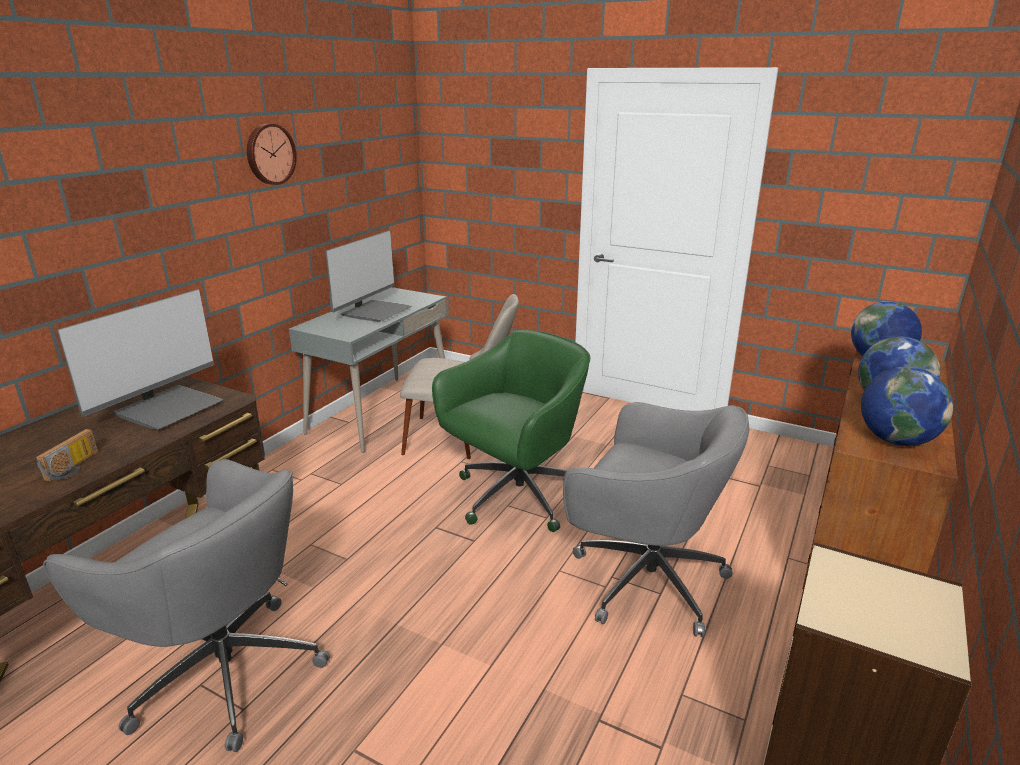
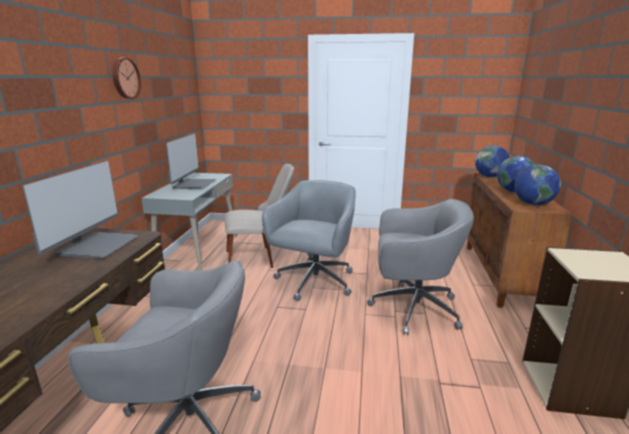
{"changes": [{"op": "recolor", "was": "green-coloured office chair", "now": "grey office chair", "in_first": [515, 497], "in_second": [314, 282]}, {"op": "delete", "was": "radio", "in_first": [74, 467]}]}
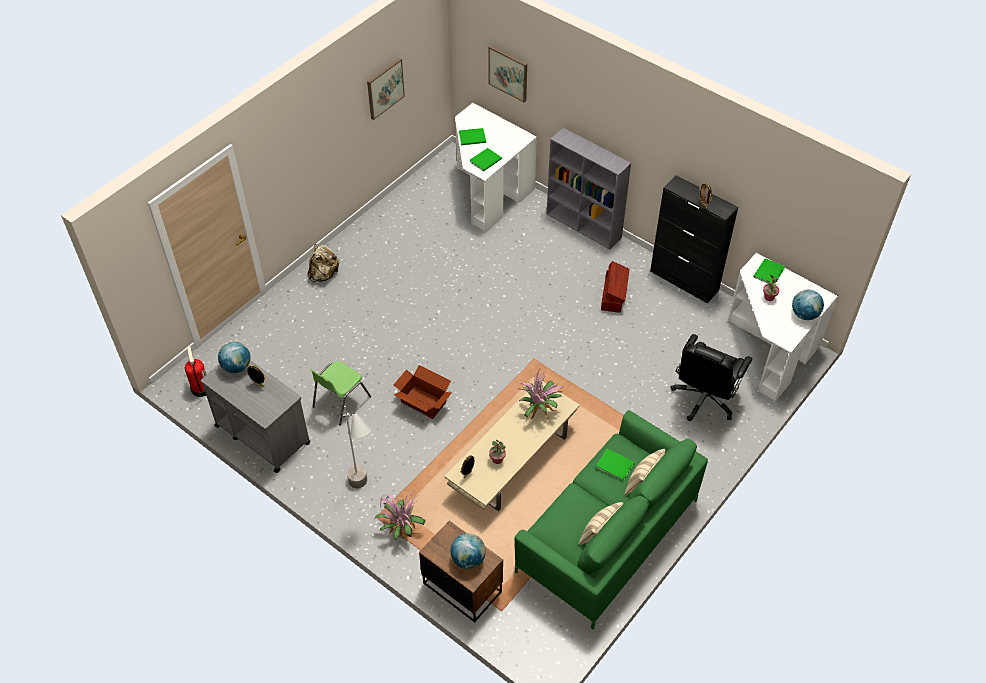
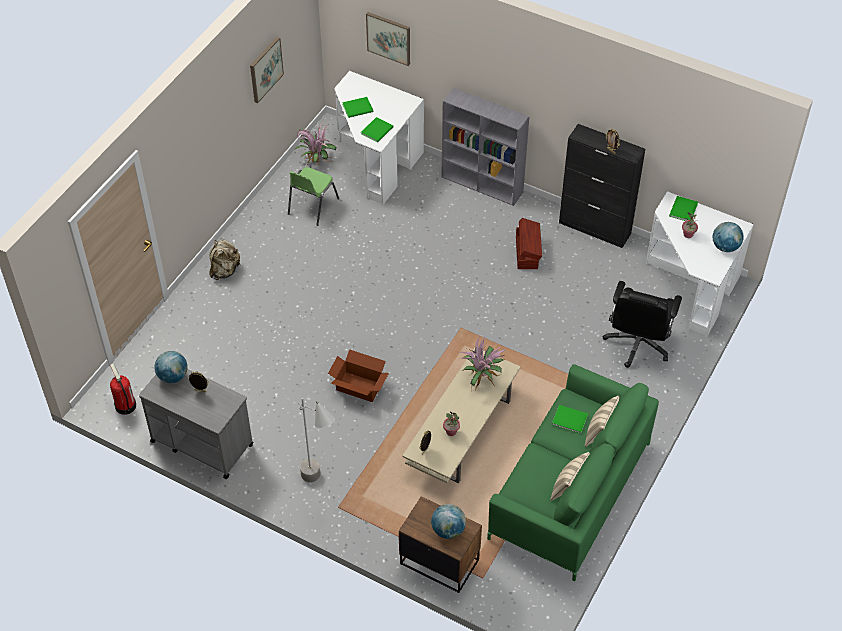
{"changes": [{"op": "move", "was": "green-coloured chair", "in_first": [340, 402], "in_second": [312, 207]}, {"op": "move", "was": "potted plant", "in_first": [400, 529], "in_second": [316, 161]}]}
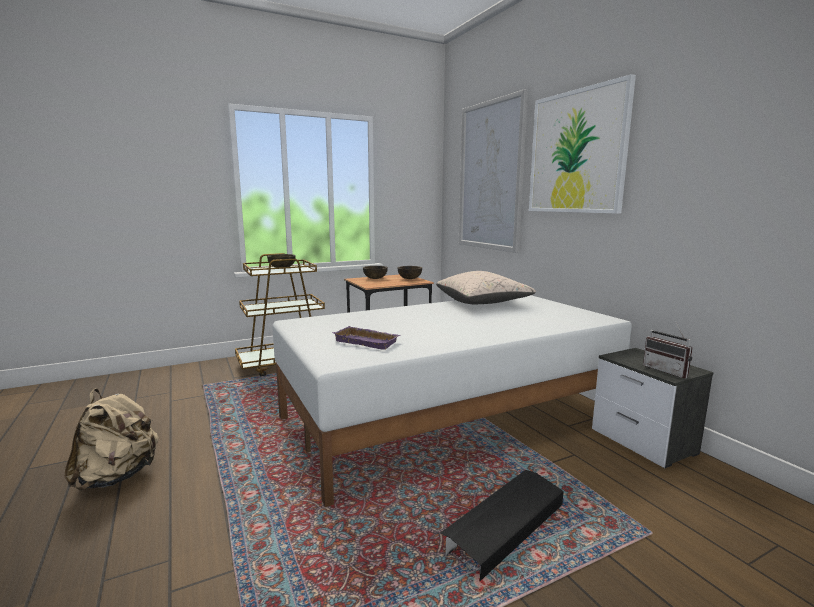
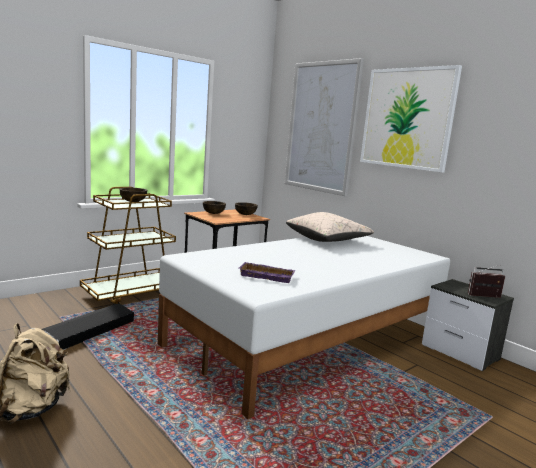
{"changes": [{"op": "move", "was": "blackish storage box", "in_first": [504, 528], "in_second": [89, 331]}, {"op": "rotate", "was": "radio", "in_first": [668, 371], "in_second": [485, 297], "clockwise": 135}]}
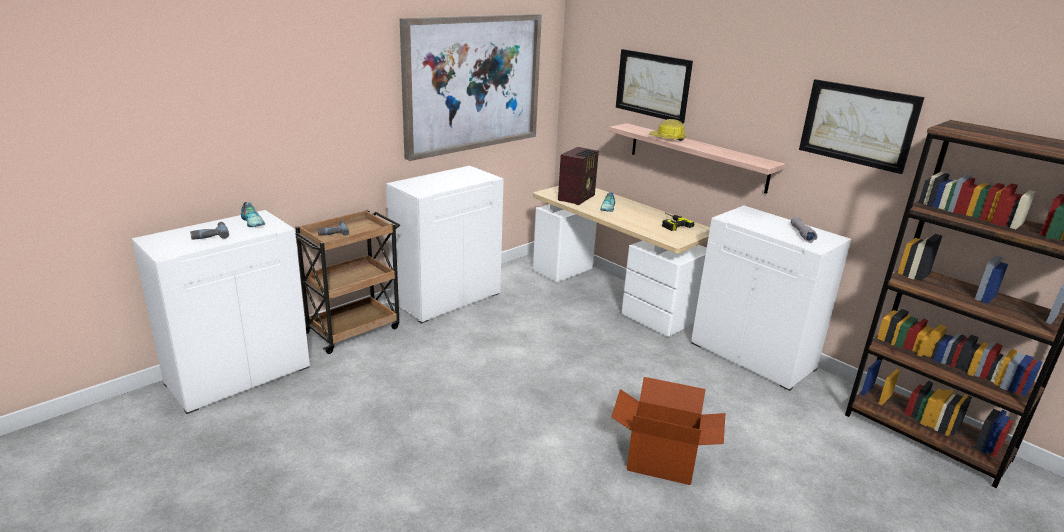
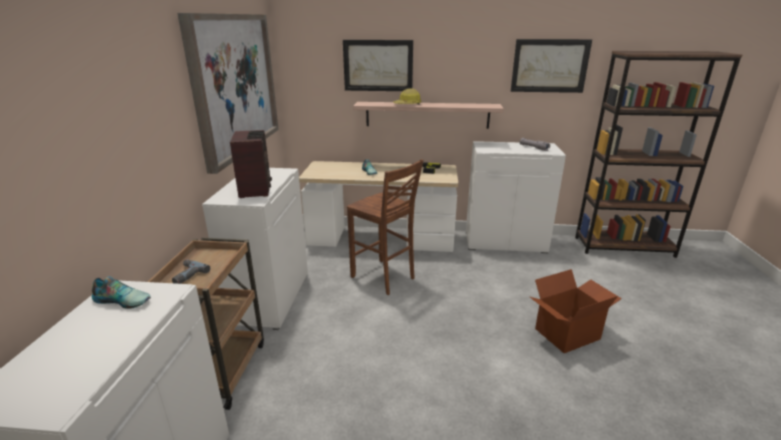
{"changes": [{"op": "move", "was": "radio", "in_first": [577, 198], "in_second": [256, 189]}, {"op": "insert", "now": "brown sitting stool", "in_second": [384, 278]}, {"op": "delete", "was": "power drill", "in_first": [210, 235]}]}
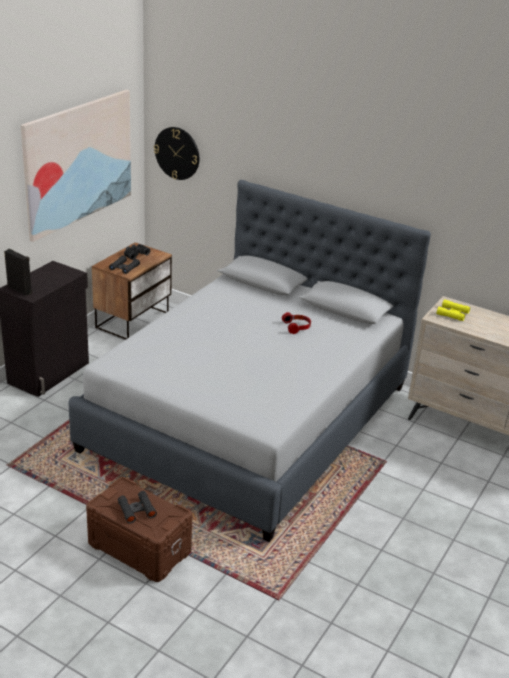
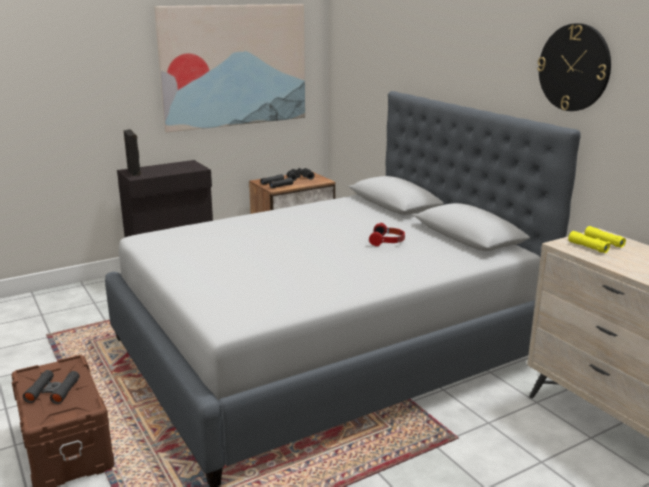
{"changes": [{"op": "move", "was": "hanging clock", "in_first": [177, 153], "in_second": [574, 67]}]}
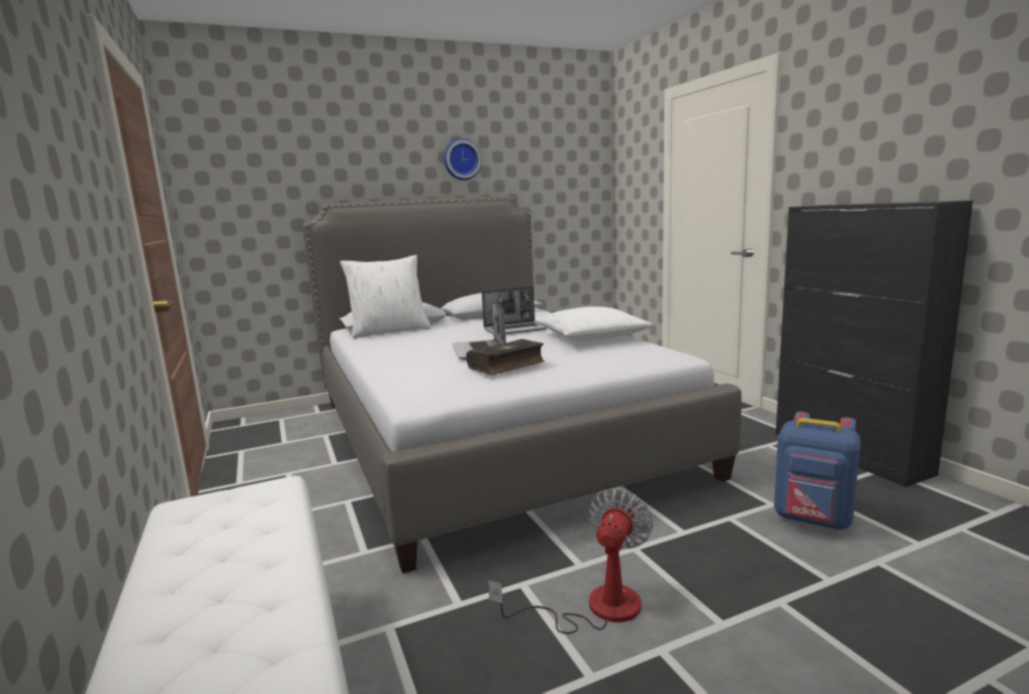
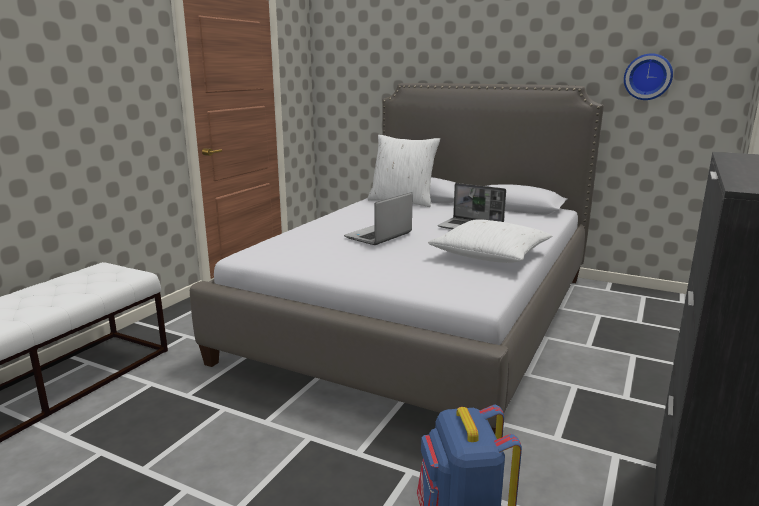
{"changes": [{"op": "move", "was": "hanging clock", "in_first": [461, 159], "in_second": [648, 77]}, {"op": "delete", "was": "book", "in_first": [507, 365]}, {"op": "delete", "was": "electric fan", "in_first": [595, 608]}]}
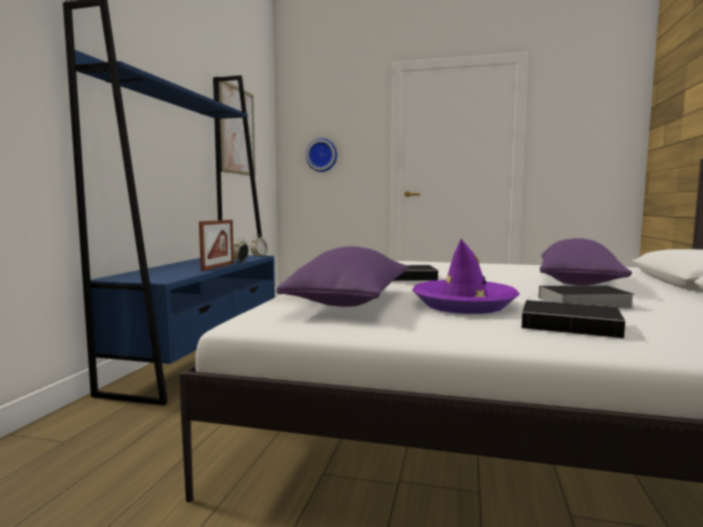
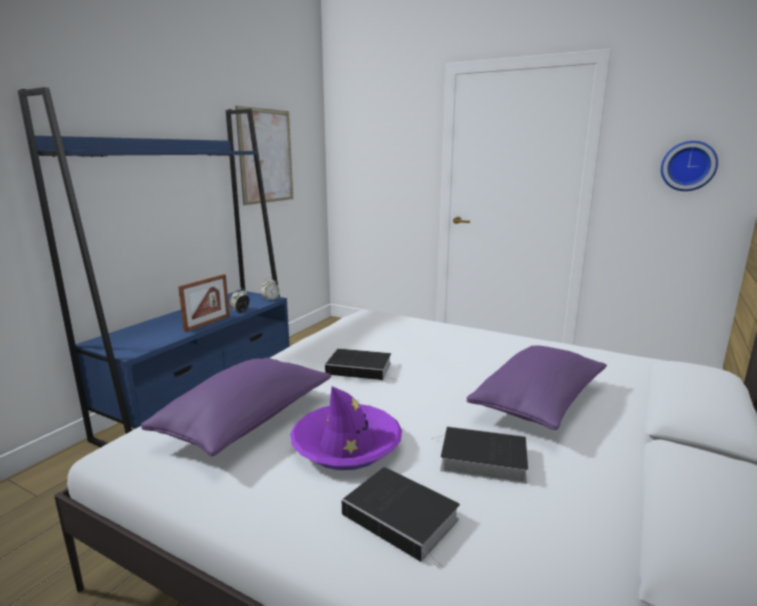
{"changes": [{"op": "move", "was": "hanging clock", "in_first": [322, 155], "in_second": [688, 166]}]}
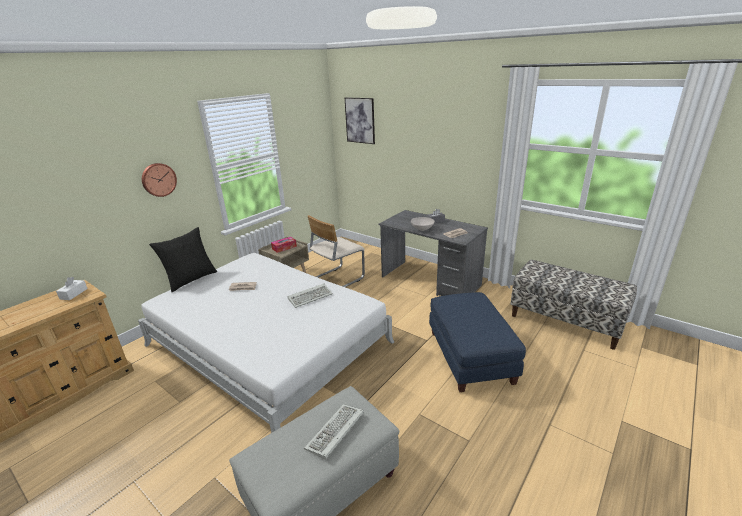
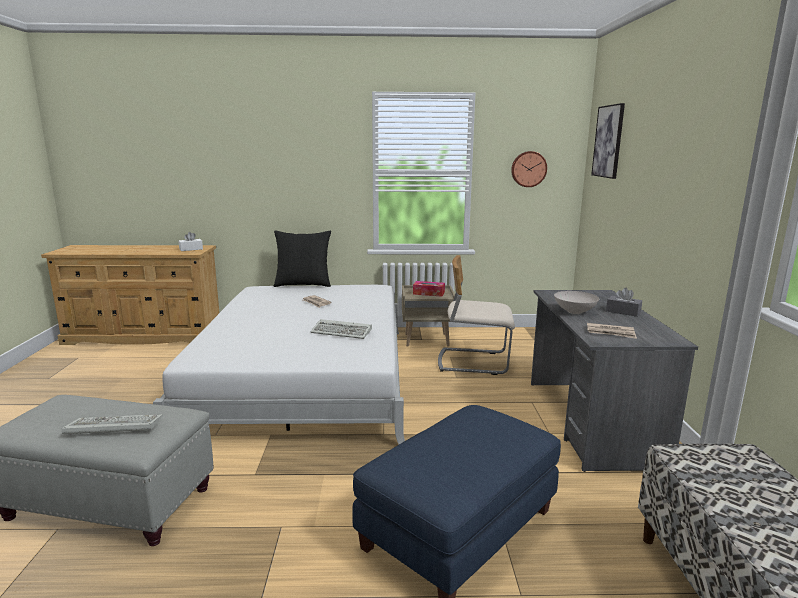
{"changes": [{"op": "move", "was": "hanging clock", "in_first": [158, 179], "in_second": [528, 169]}]}
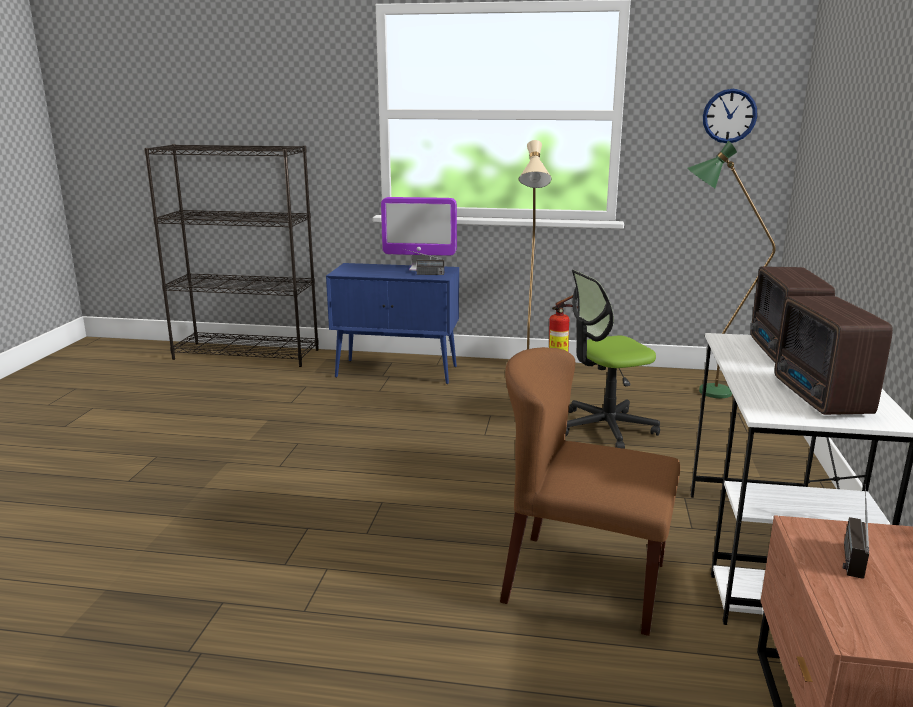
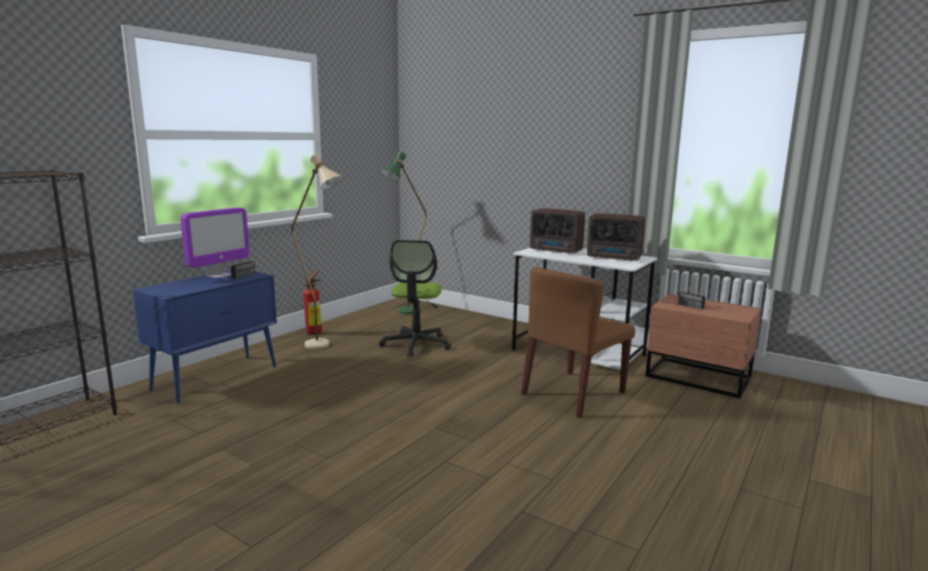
{"changes": [{"op": "delete", "was": "hanging clock", "in_first": [729, 116]}]}
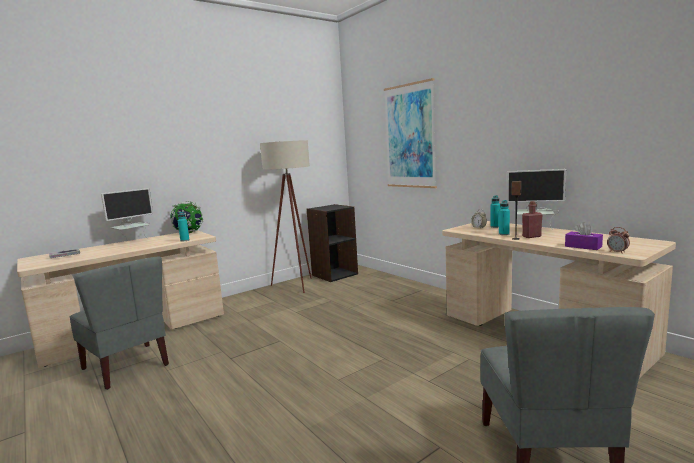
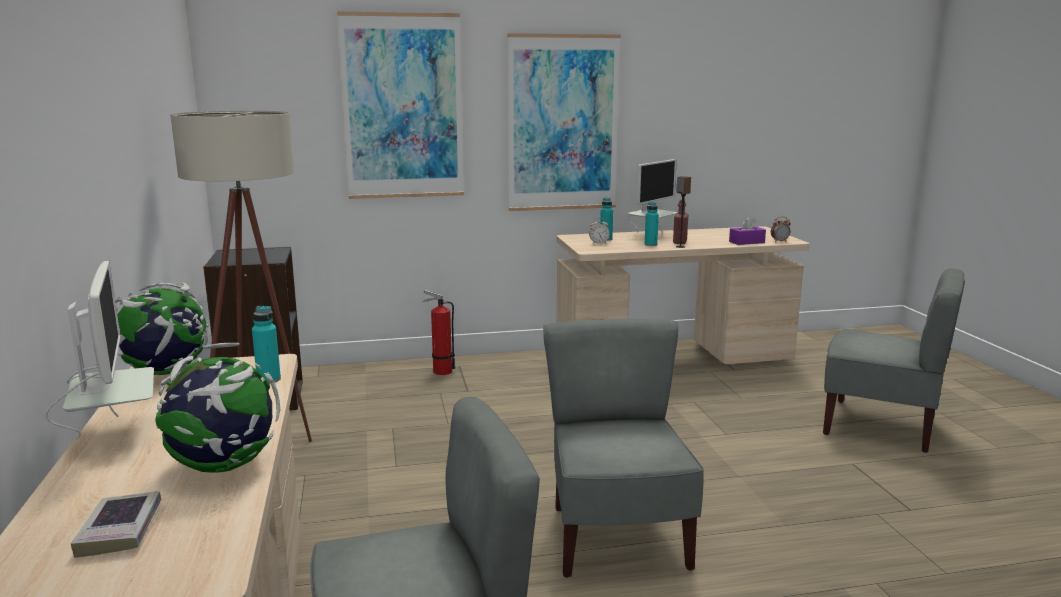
{"changes": [{"op": "insert", "now": "desk globe", "in_second": [224, 467]}, {"op": "insert", "now": "fire-fighting cylinder", "in_second": [440, 371]}, {"op": "insert", "now": "wall art", "in_second": [563, 124]}, {"op": "insert", "now": "grey chair", "in_second": [616, 537]}]}
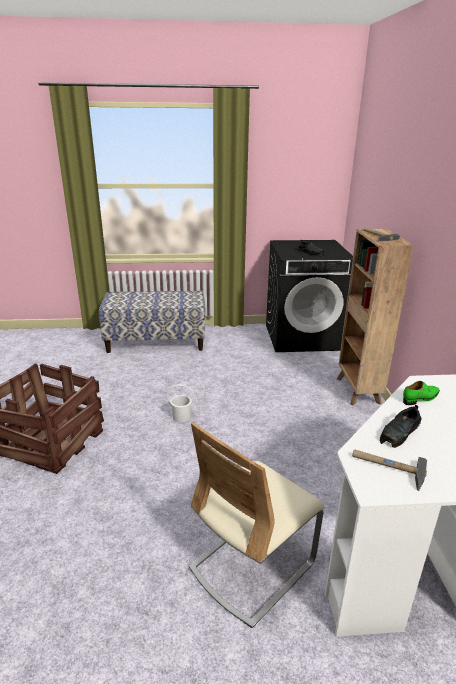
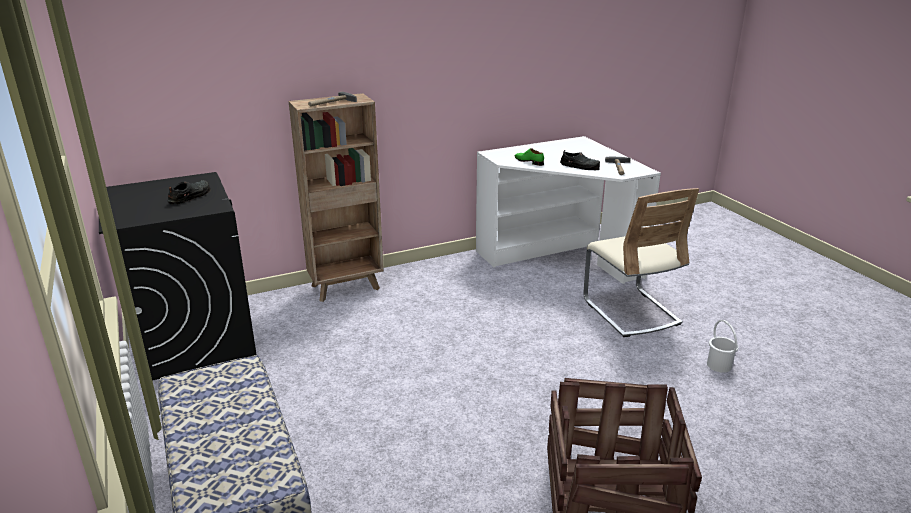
{"changes": [{"op": "rotate", "was": "beige chair", "in_first": [252, 565], "in_second": [630, 311], "clockwise": 45}, {"op": "move", "was": "white-coloured water bucket", "in_first": [181, 416], "in_second": [719, 365]}]}
